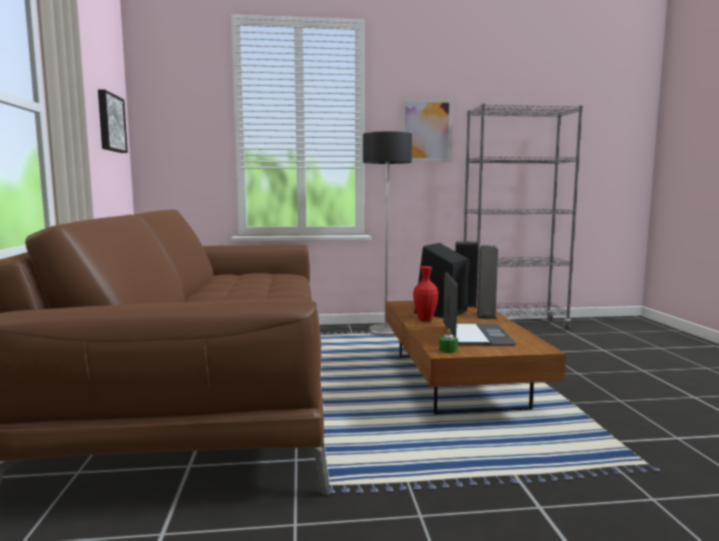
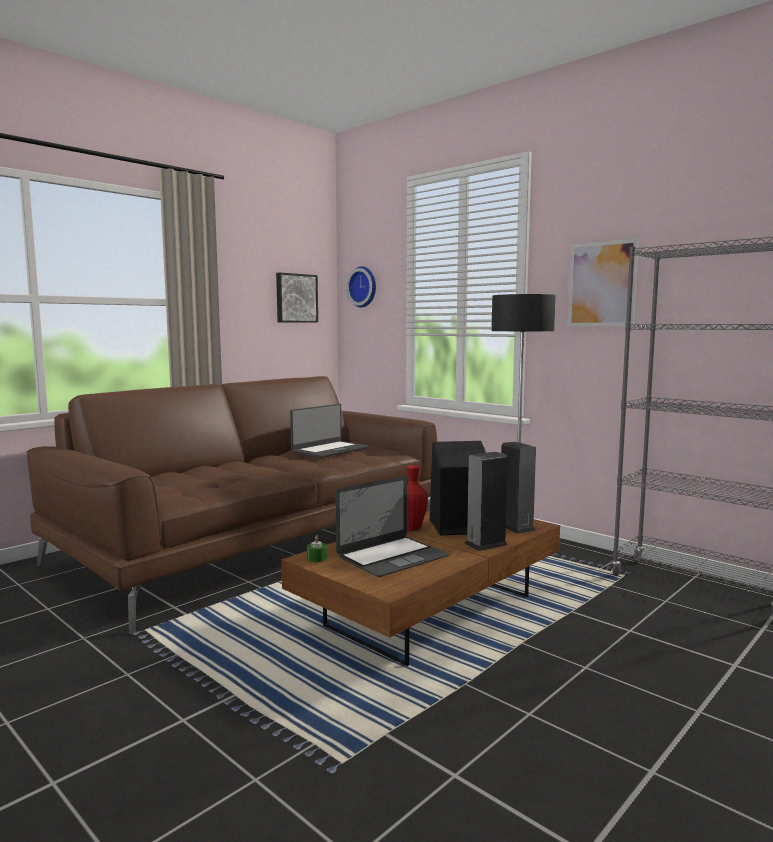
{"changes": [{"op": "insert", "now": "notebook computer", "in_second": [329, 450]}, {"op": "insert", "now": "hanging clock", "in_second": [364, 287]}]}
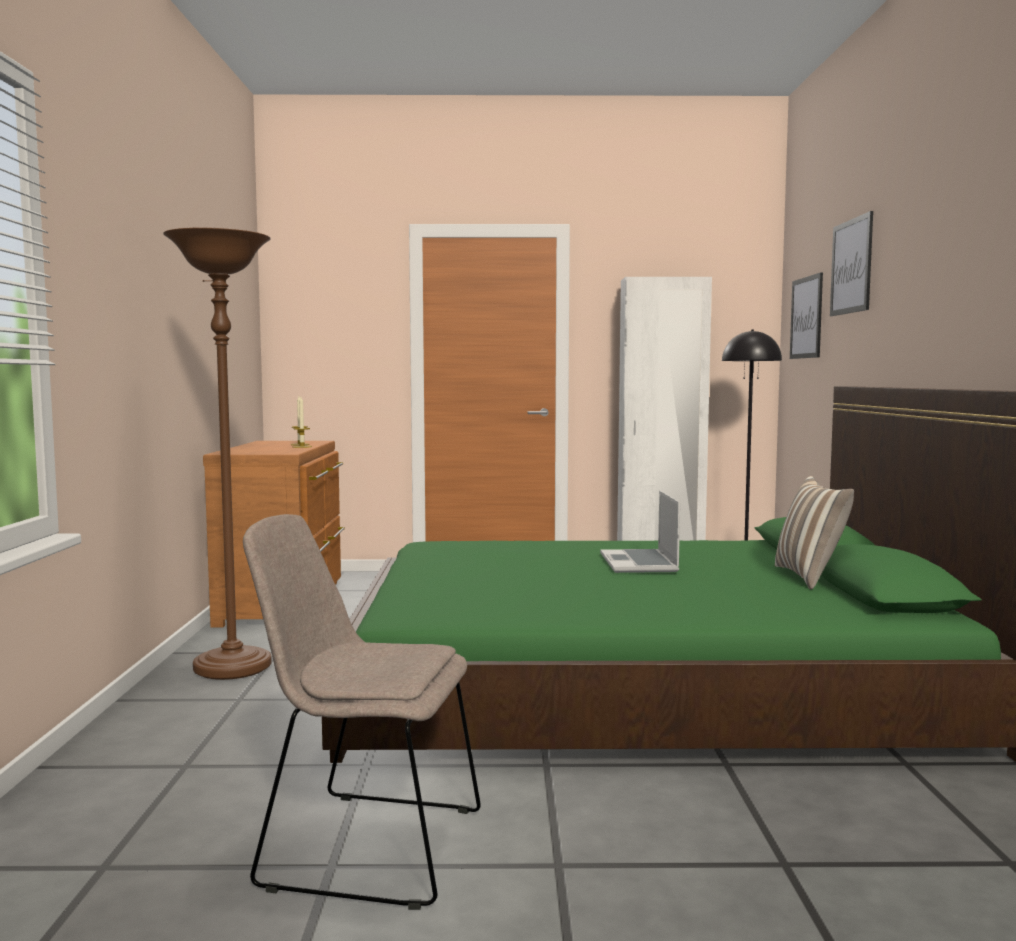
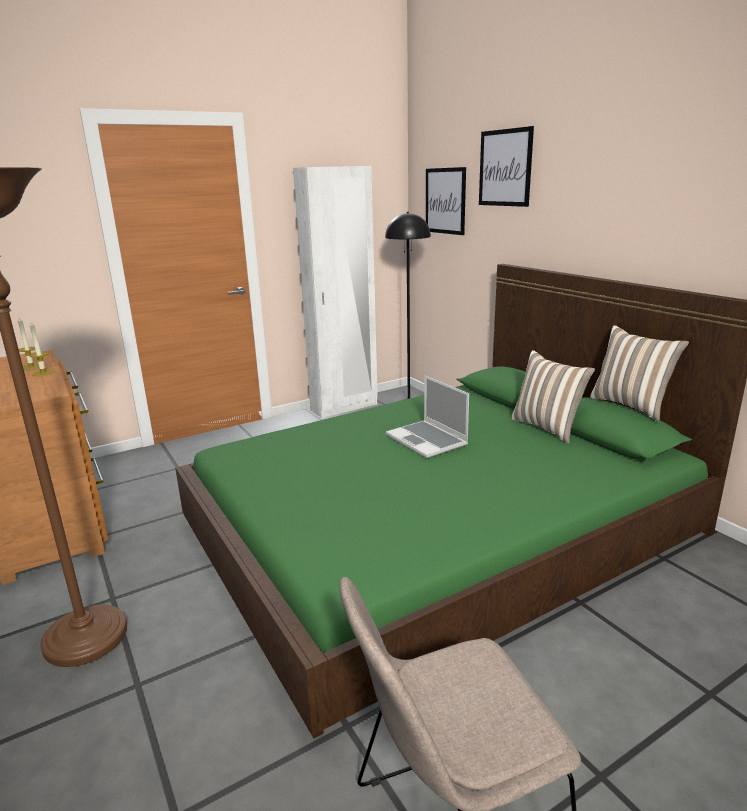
{"changes": [{"op": "insert", "now": "pillow", "in_second": [631, 405]}]}
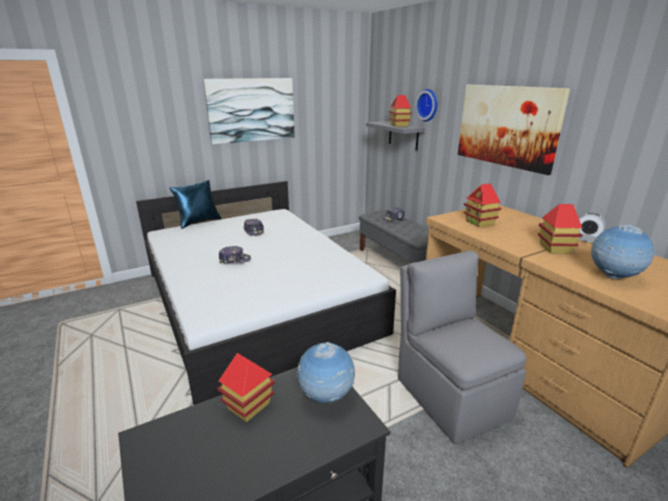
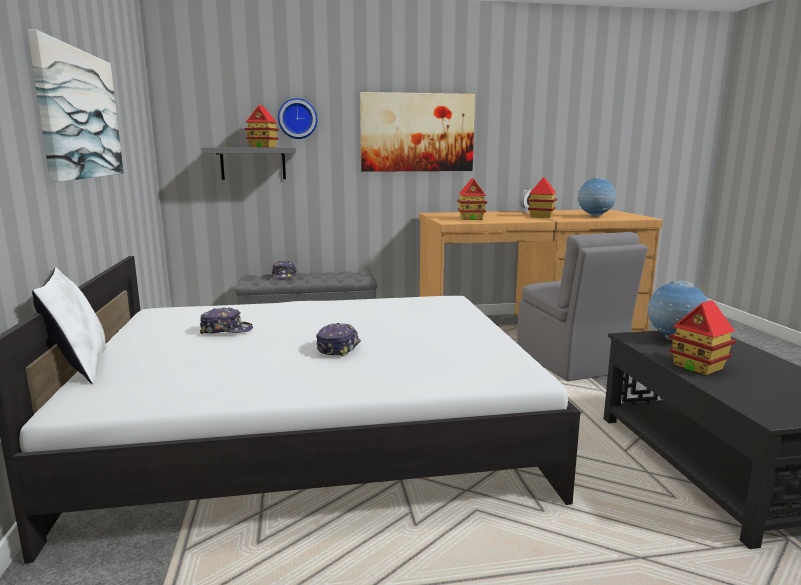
{"changes": [{"op": "recolor", "was": "blue pillow", "now": "white-coloured pillow", "in_first": [199, 222], "in_second": [80, 367]}, {"op": "rotate", "was": "grey chair", "in_first": [450, 395], "in_second": [570, 362], "clockwise": -105}]}
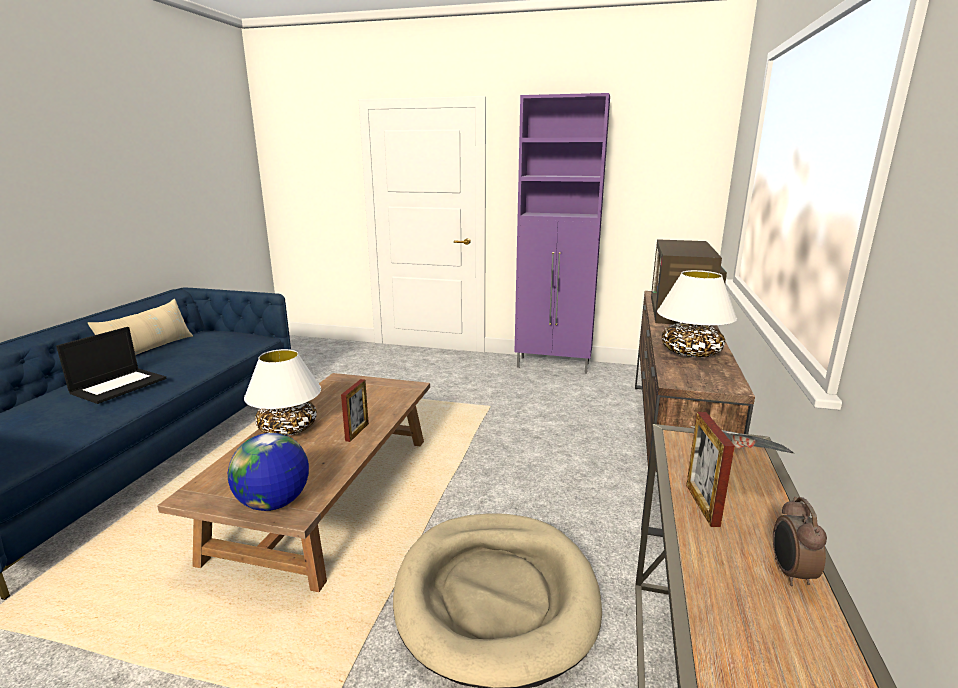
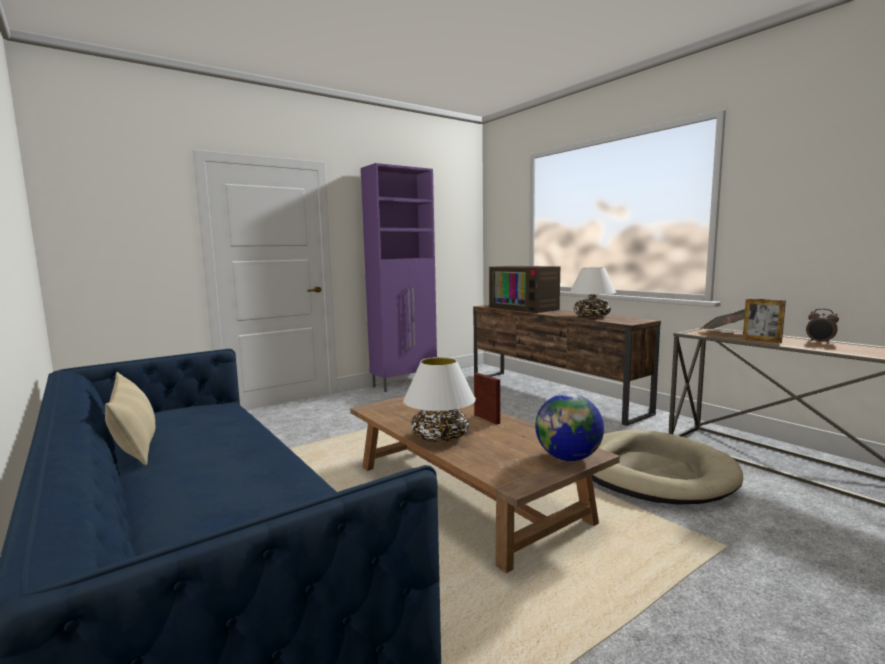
{"changes": [{"op": "delete", "was": "notebook computer", "in_first": [119, 385]}]}
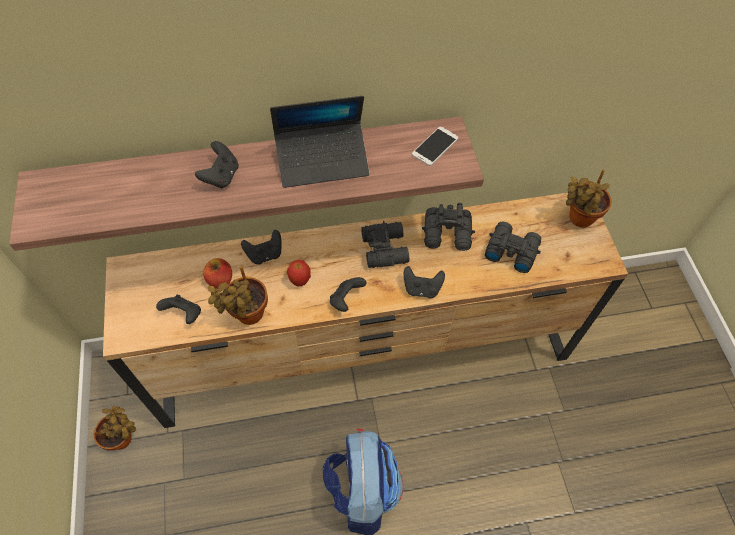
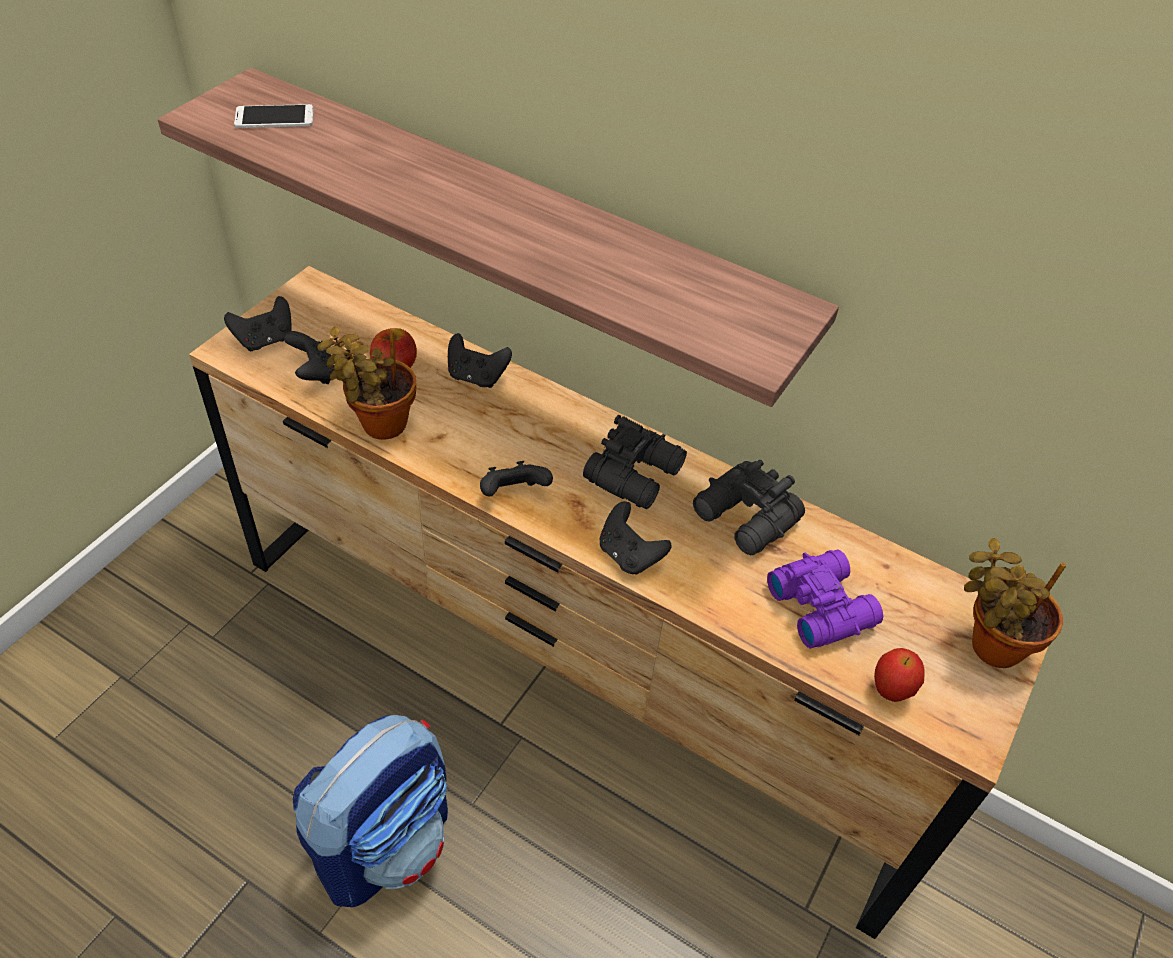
{"changes": [{"op": "move", "was": "blackish joypad", "in_first": [221, 176], "in_second": [265, 340]}, {"op": "move", "was": "phone", "in_first": [435, 146], "in_second": [274, 117]}, {"op": "recolor", "was": "blackish field glasses", "now": "purple-coloured field glasses", "in_first": [510, 250], "in_second": [821, 604]}, {"op": "move", "was": "whole apple", "in_first": [300, 281], "in_second": [890, 691]}, {"op": "delete", "was": "potted plant", "in_first": [124, 438]}, {"op": "delete", "was": "notebook computer", "in_first": [322, 160]}]}
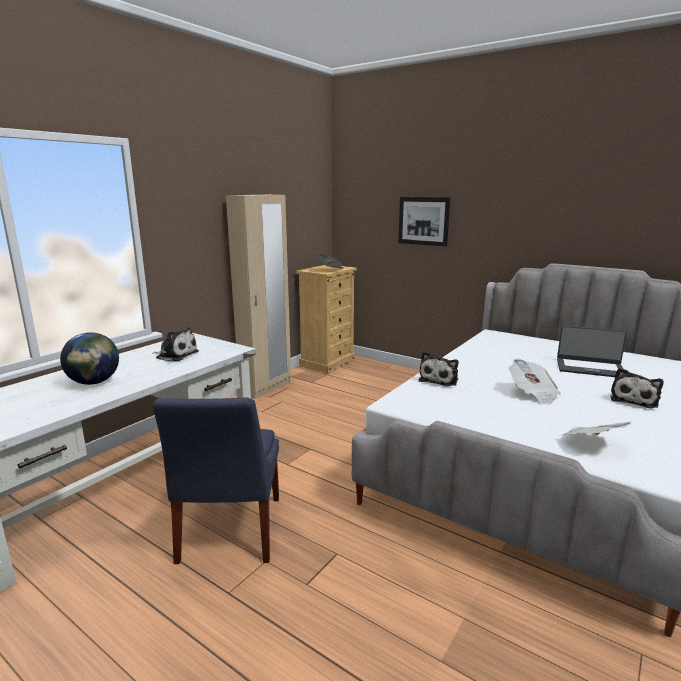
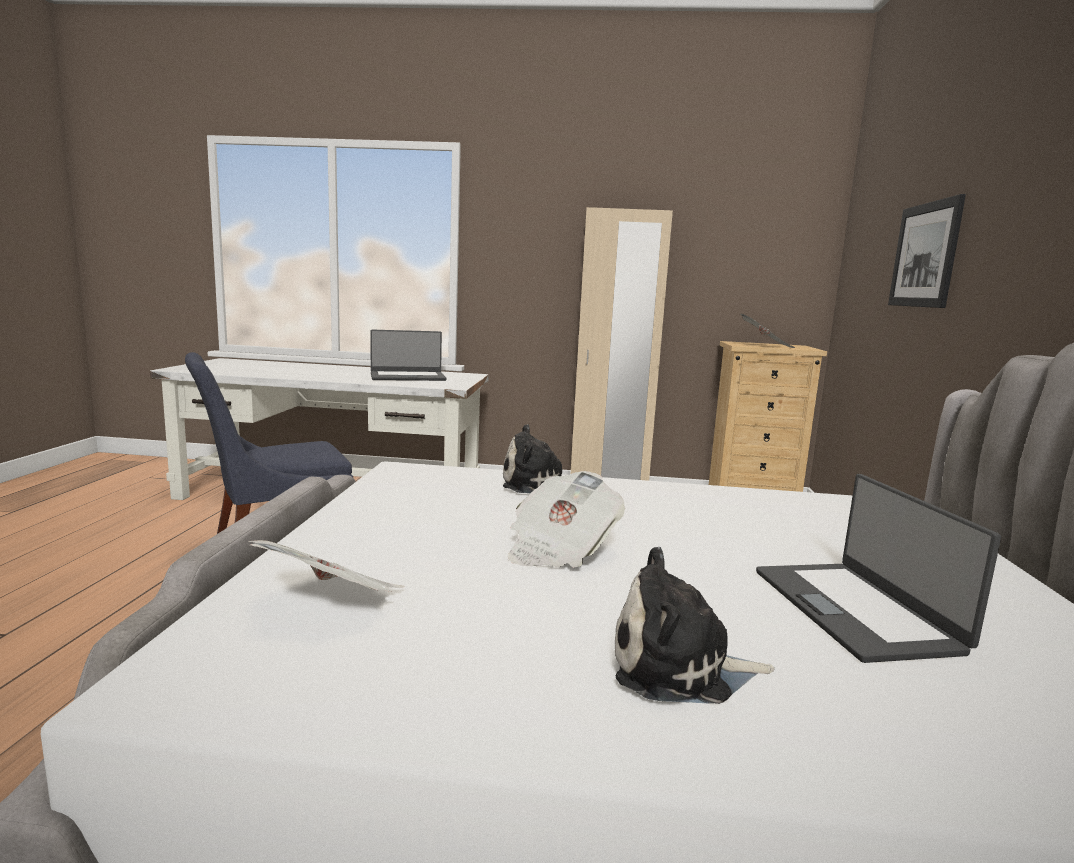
{"changes": [{"op": "replace", "was": "plush toy", "now": "notebook computer", "in_first": [175, 355], "in_second": [407, 377]}, {"op": "delete", "was": "desk globe", "in_first": [94, 382]}]}
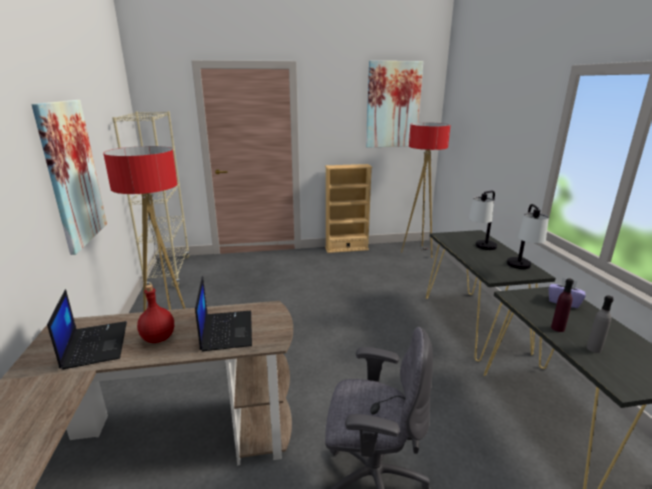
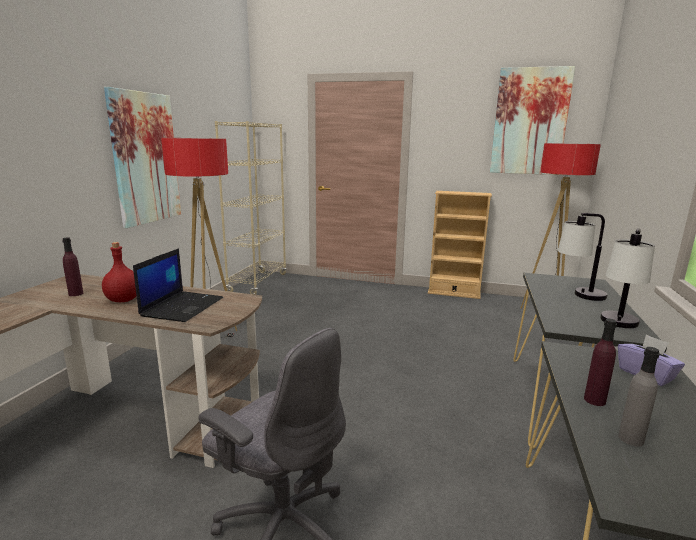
{"changes": [{"op": "replace", "was": "notebook computer", "now": "purple-coloured drink bottle", "in_first": [95, 344], "in_second": [76, 294]}]}
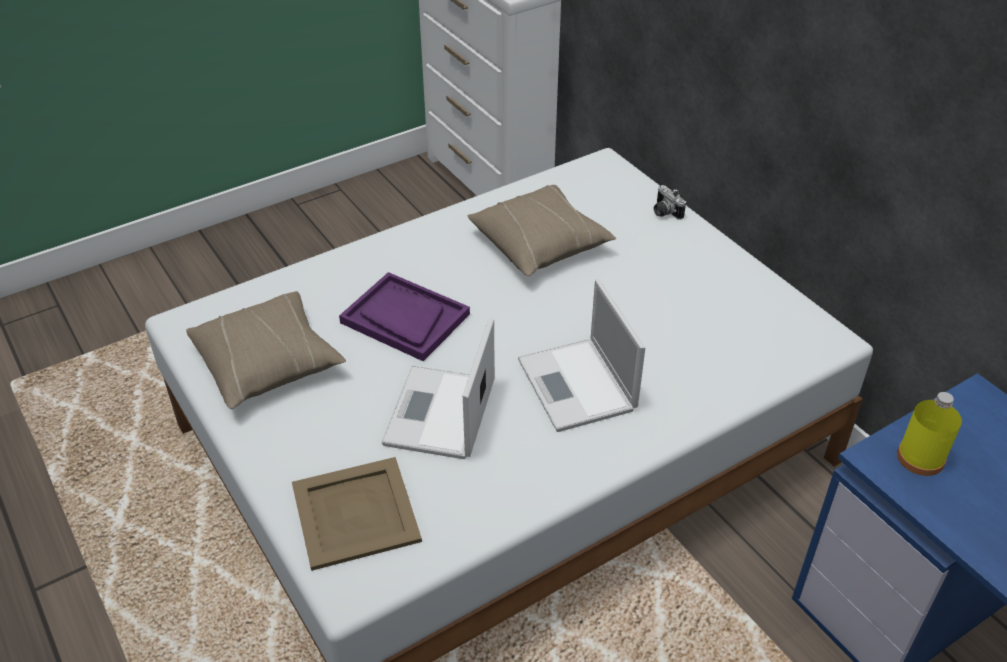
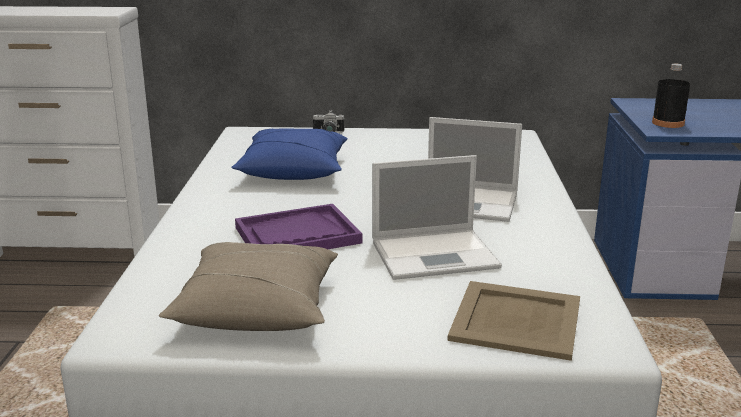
{"changes": [{"op": "recolor", "was": "beige pillow", "now": "blue pillow", "in_first": [540, 244], "in_second": [294, 171]}, {"op": "rotate", "was": "notebook computer", "in_first": [440, 415], "in_second": [436, 254], "clockwise": -60}, {"op": "recolor", "was": "yellow drink bottle", "now": "blackish drink bottle", "in_first": [920, 458], "in_second": [668, 123]}]}
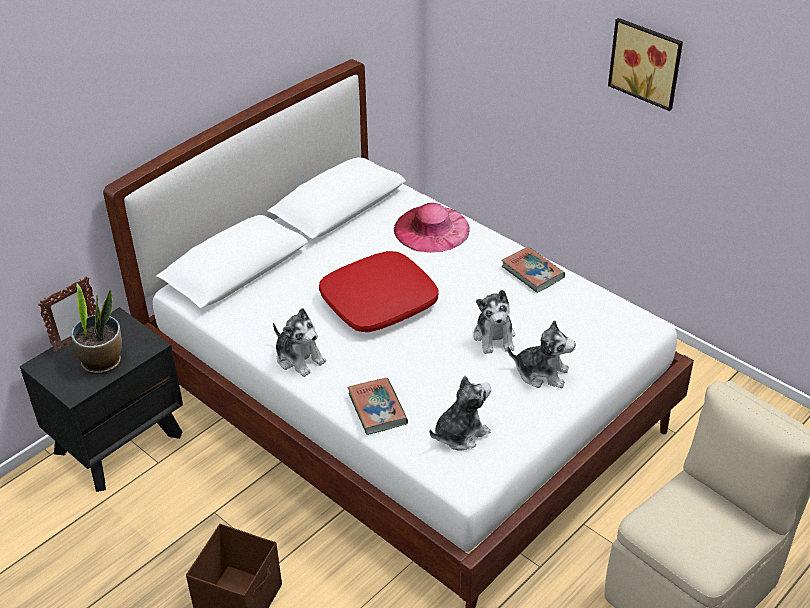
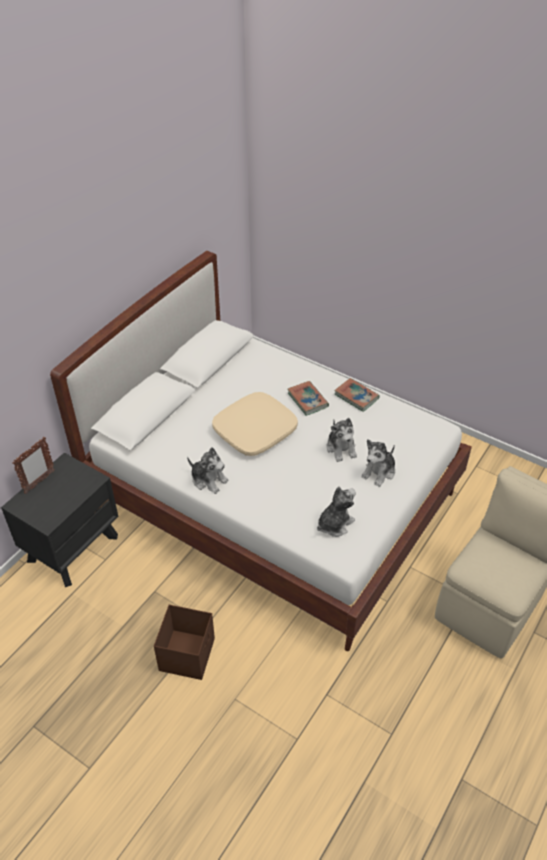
{"changes": [{"op": "recolor", "was": "reddish pillow", "now": "beige pillow", "in_first": [378, 302], "in_second": [255, 430]}, {"op": "move", "was": "book", "in_first": [377, 409], "in_second": [307, 400]}, {"op": "rotate", "was": "plush toy", "in_first": [541, 373], "in_second": [379, 472], "clockwise": 120}, {"op": "delete", "was": "potted plant", "in_first": [102, 361]}, {"op": "delete", "was": "pinkish wearable hat", "in_first": [431, 229]}, {"op": "delete", "was": "wall art", "in_first": [647, 62]}]}
